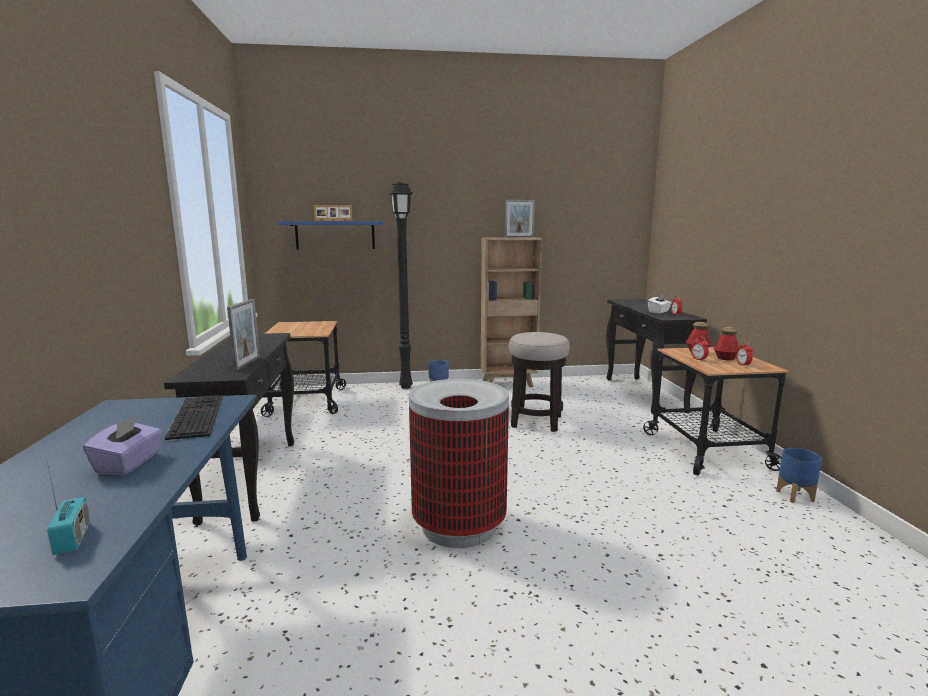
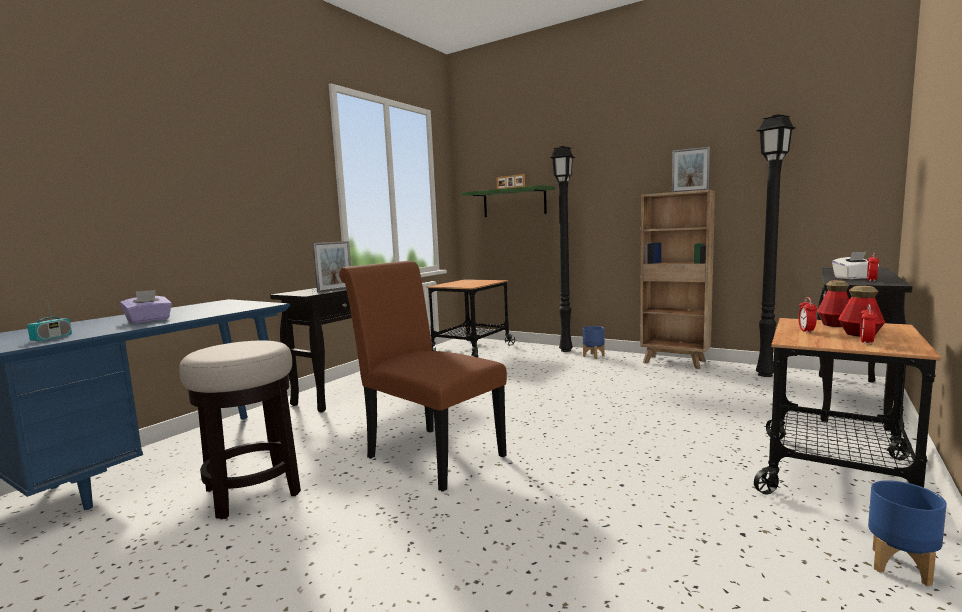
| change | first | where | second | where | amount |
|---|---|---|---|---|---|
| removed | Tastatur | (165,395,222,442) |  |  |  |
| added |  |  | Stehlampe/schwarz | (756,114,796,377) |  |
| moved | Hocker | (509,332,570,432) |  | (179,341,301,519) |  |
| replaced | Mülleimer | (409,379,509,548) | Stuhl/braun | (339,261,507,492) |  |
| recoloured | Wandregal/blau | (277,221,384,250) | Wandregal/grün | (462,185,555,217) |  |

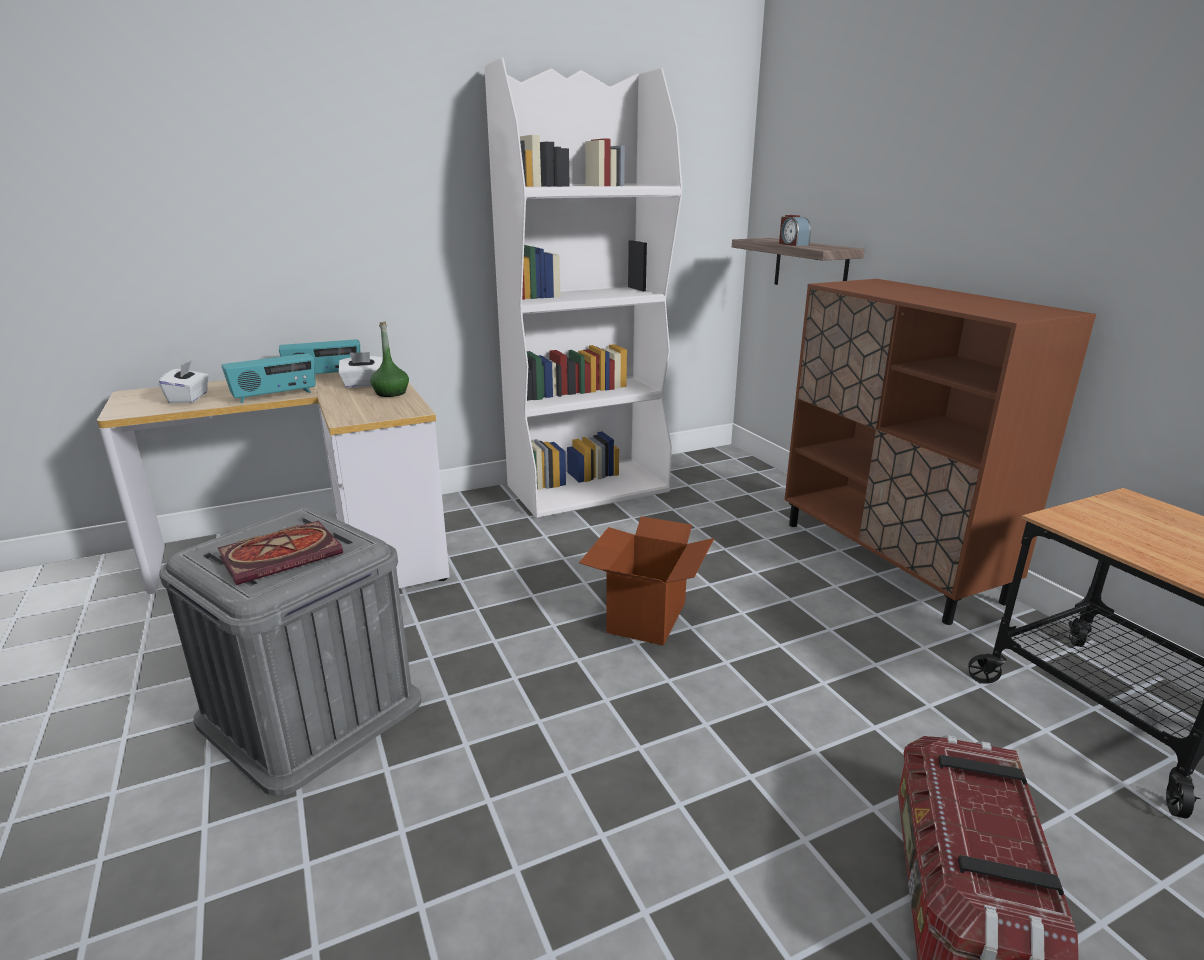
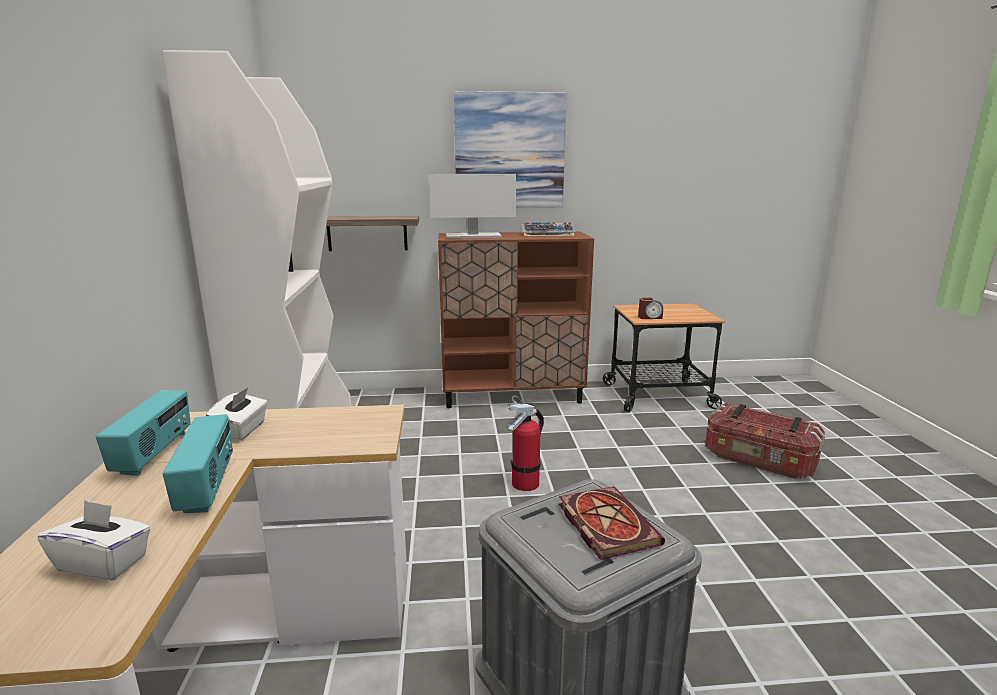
| change | first | where | second | where | amount |
|---|---|---|---|---|---|
| removed | Flasche/grün | (370,322,409,397) |  |  |  |
| added |  |  | Monitor | (429,174,516,239) |  |
| added |  |  | Bild | (454,91,567,208) |  |
| added |  |  | Tastatur | (522,222,575,236) |  |
| moved | Wecker | (779,215,811,246) |  | (638,298,663,319) |  |
| replaced | Karton | (579,516,714,646) | Feuerlöscher | (507,396,544,491) |  |

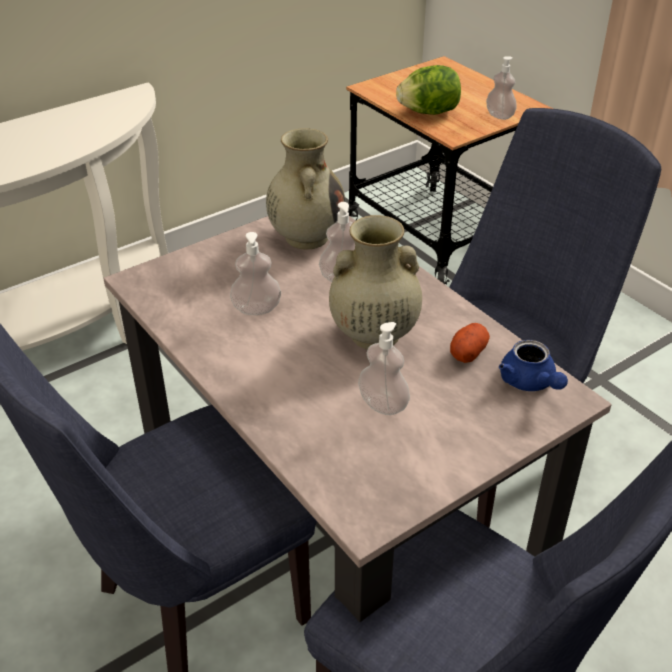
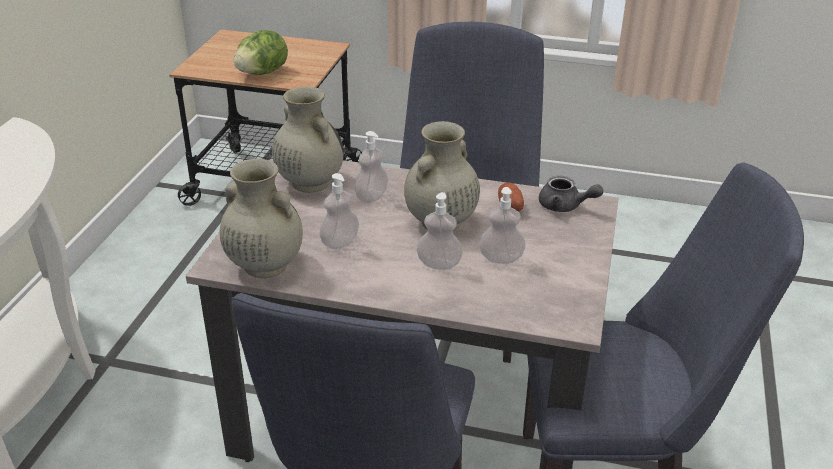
| change | first | where | second | where | amount |
|---|---|---|---|---|---|
| added |  |  | Vase/beige | (220,159,303,278) |  |
| moved | Seifenspender | (486,56,517,120) |  | (417,192,463,270) |  |
| recoloured | Teekanne/blau | (499,340,568,391) | Teekanne/grau | (539,176,603,212) |  |

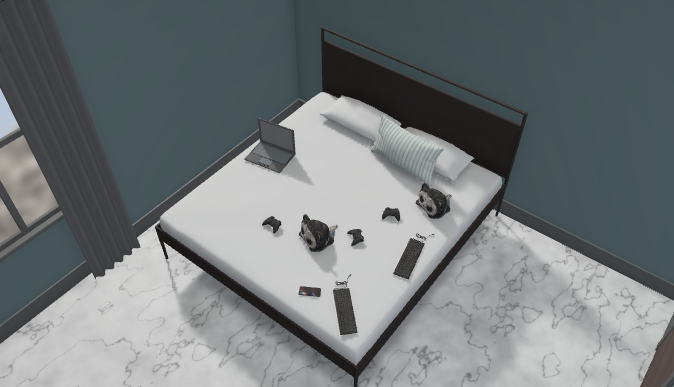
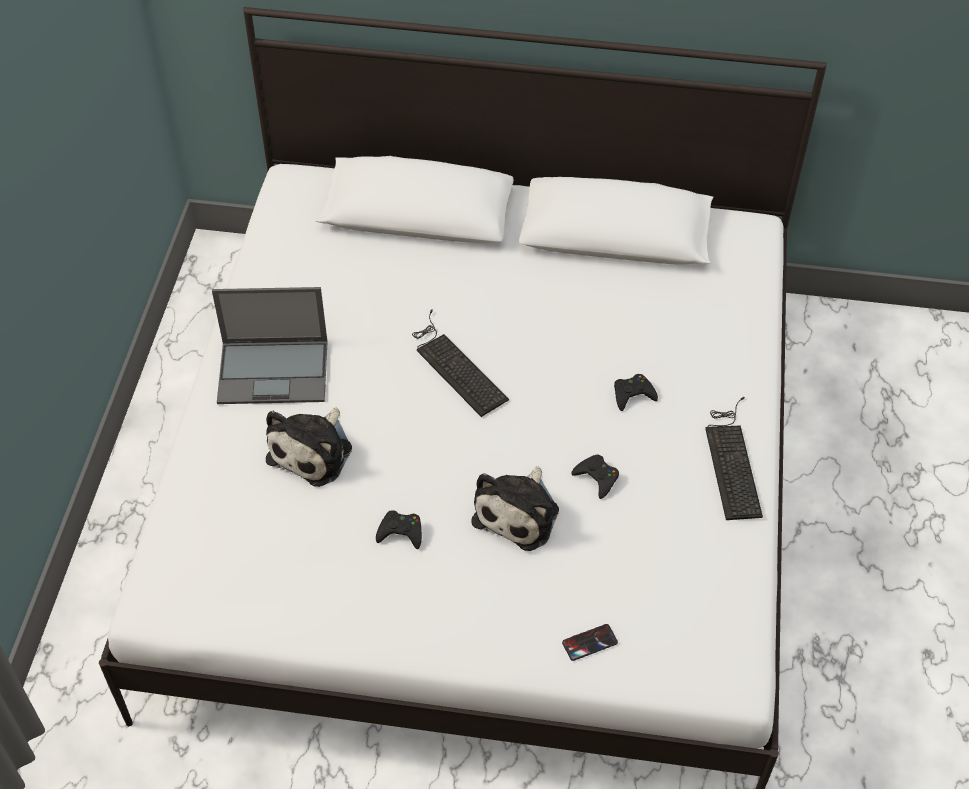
| change | first | where | second | where | amount |
|---|---|---|---|---|---|
| removed | Kissen | (371,115,443,186) |  |  |  |
| moved | Tastatur | (333,274,358,335) |  | (412,309,509,417) |  |
| moved | Plüschtier | (416,183,451,219) |  | (266,407,352,487) |  |

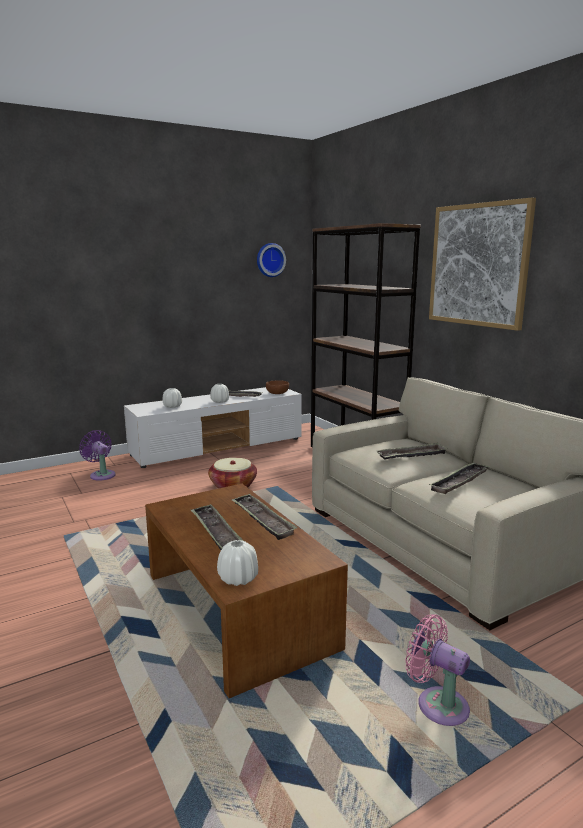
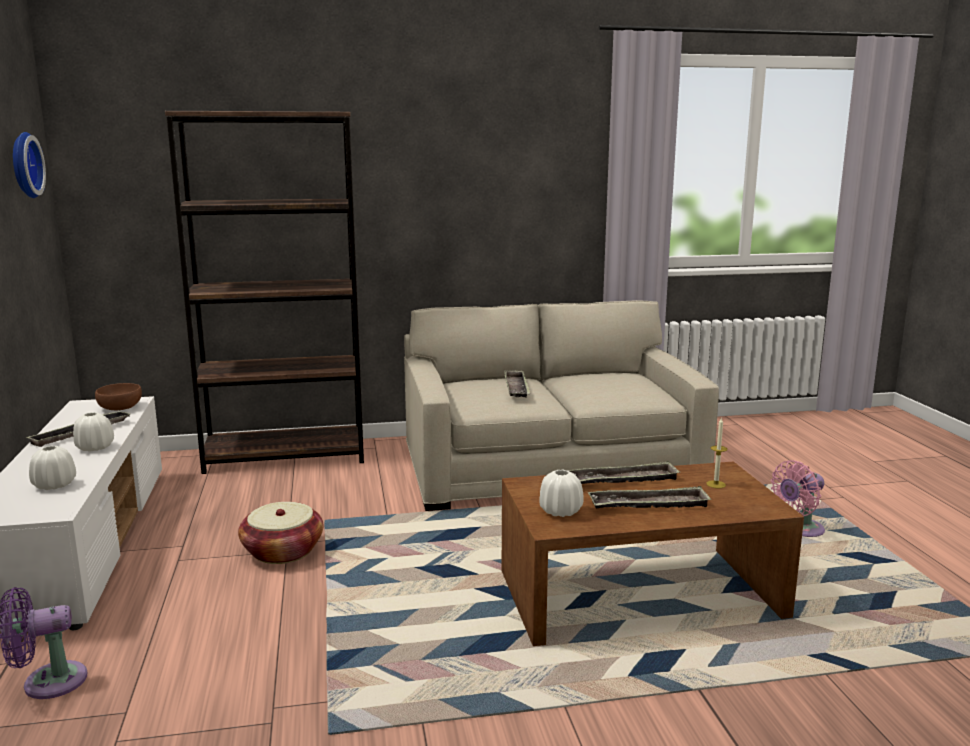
| change | first | where | second | where | amount |
|---|---|---|---|---|---|
| removed | Bild | (429,198,536,331) |  |  |  |
| removed | Tablett | (429,462,490,494) |  |  |  |
| added |  |  | Kerze | (706,417,727,488) |  |
| moved | Vase/weiß | (217,540,258,586) |  | (540,470,584,517) |  |

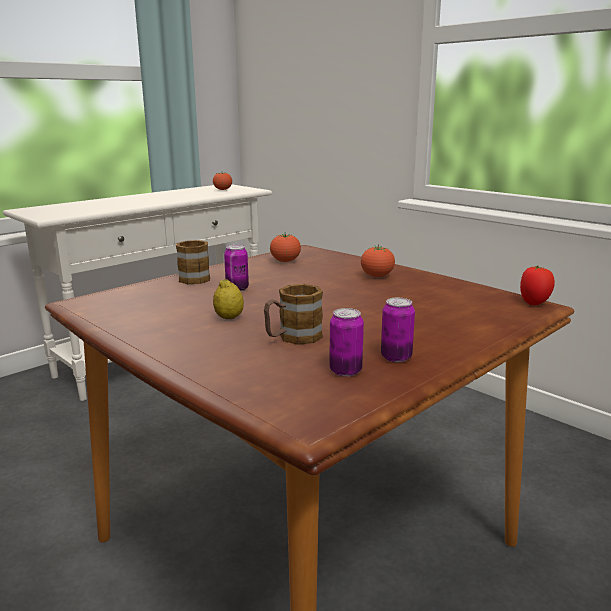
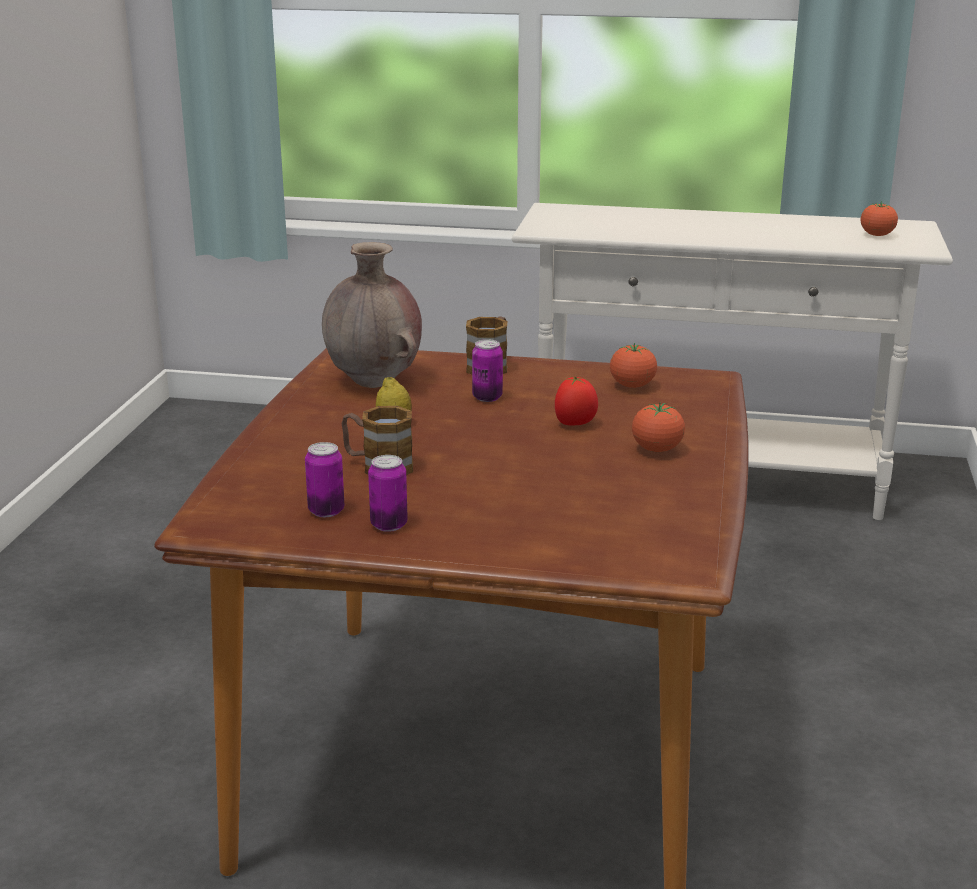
| change | first | where | second | where | amount |
|---|---|---|---|---|---|
| added |  |  | Vase/braun | (322,242,422,388) |  |
| moved | Tomate | (520,265,555,305) |  | (555,376,598,425) |  |

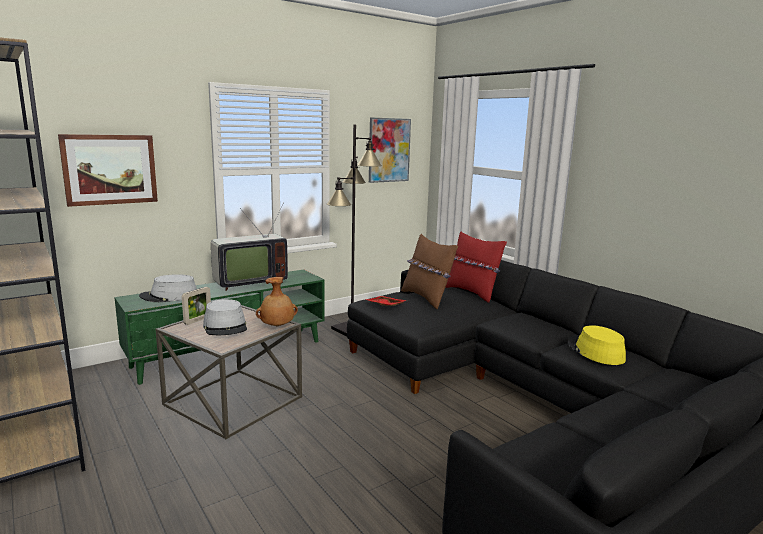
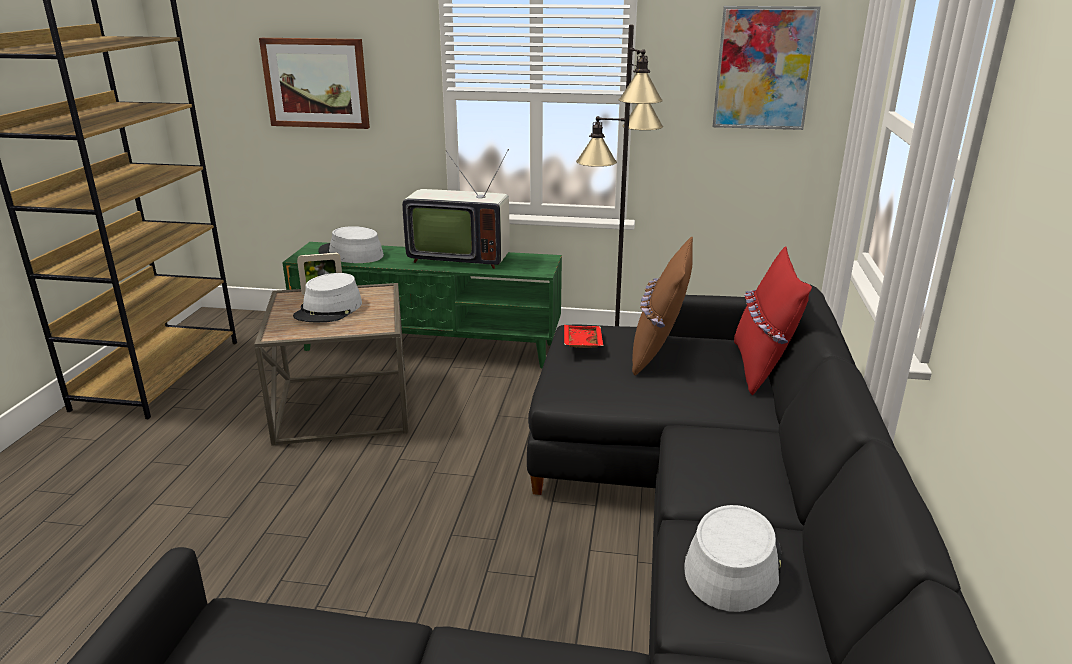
| change | first | where | second | where | amount |
|---|---|---|---|---|---|
| removed | Vase/braun | (256,277,298,326) |  |  |  |
| recoloured | Hut/gelb | (568,325,626,365) | Hut/grau | (684,505,781,612) |  |

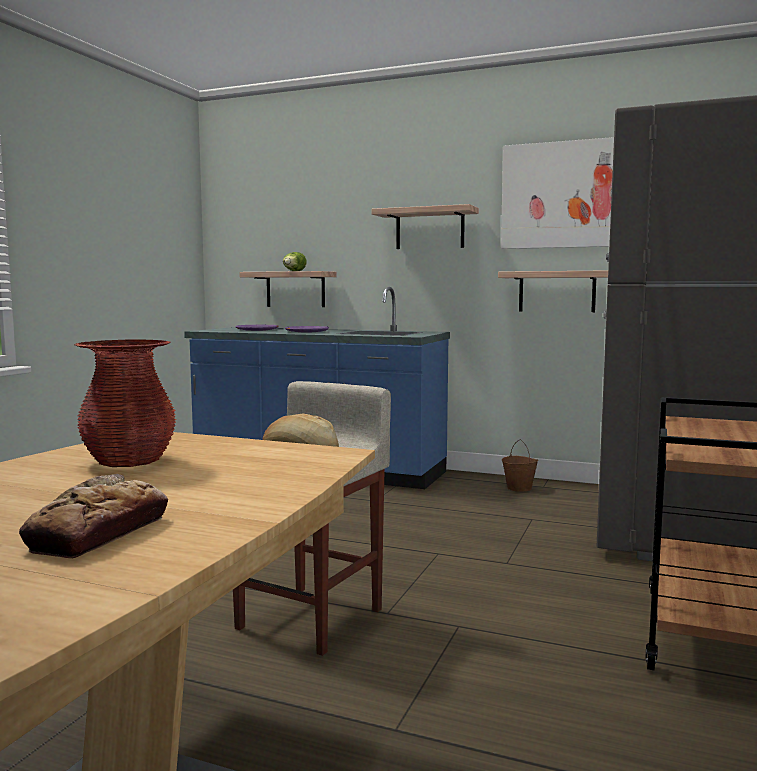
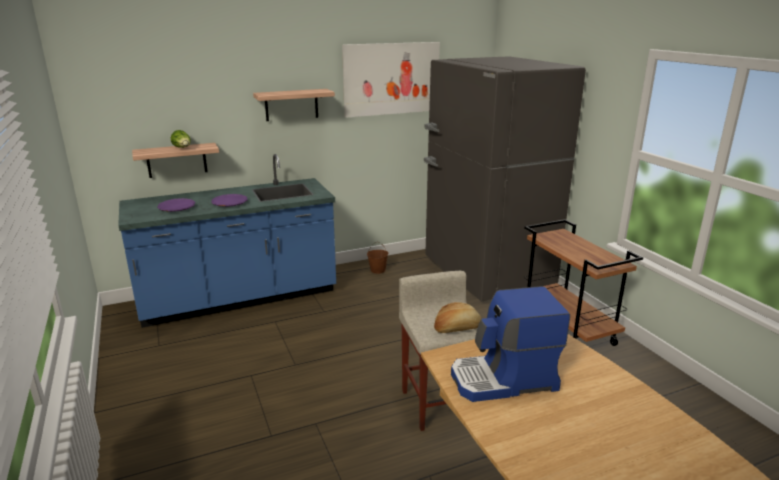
| change | first | where | second | where | amount |
|---|---|---|---|---|---|
| removed | Brot | (19,474,168,559) |  |  |  |
| removed | Wandregal | (498,270,608,312) |  |  |  |
| replaced | Vase/rot | (74,340,176,467) | Kaffeemaschine | (451,286,570,402) |  |

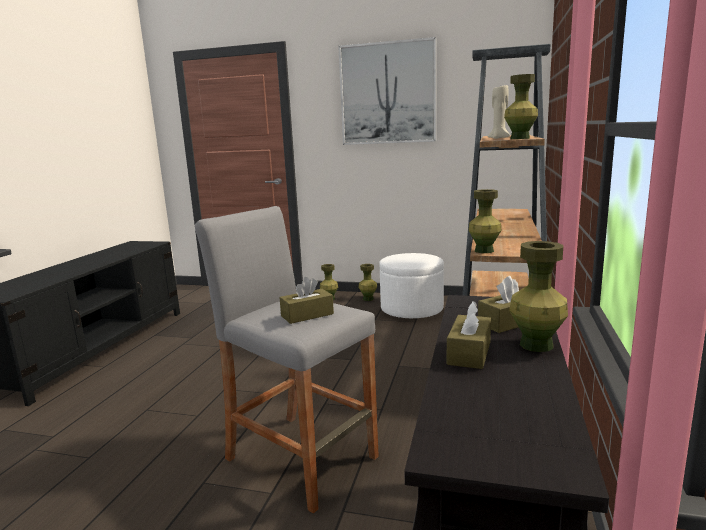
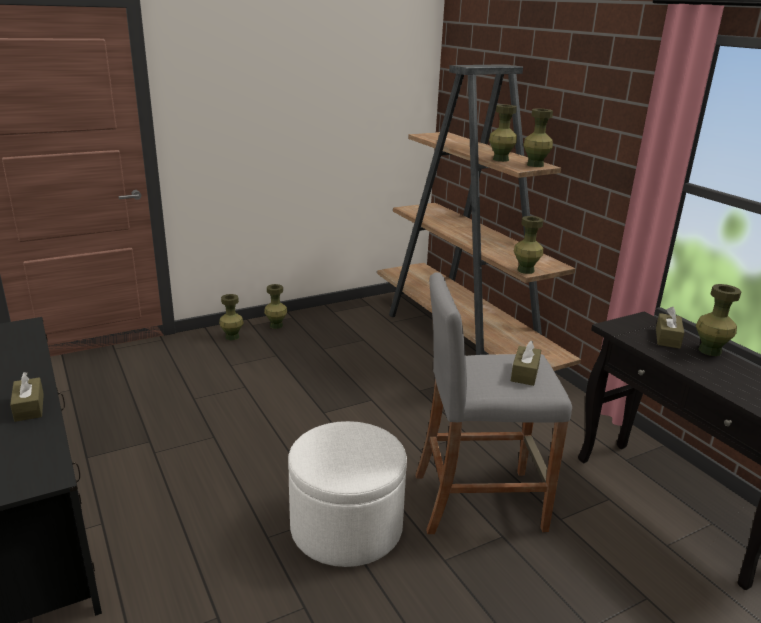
| change | first | where | second | where | amount |
|---|---|---|---|---|---|
| removed | Bild | (338,37,436,145) |  |  |  |
| moved | Polsterhocker/weiß | (379,253,444,318) |  | (288,421,407,567) |  |
| moved | Taschentuchbox/braun | (447,301,491,369) |  | (10,372,44,422) |  |
| replaced | Kerze/beige | (488,85,510,139) | Vase/grün | (489,104,517,162) |  |

